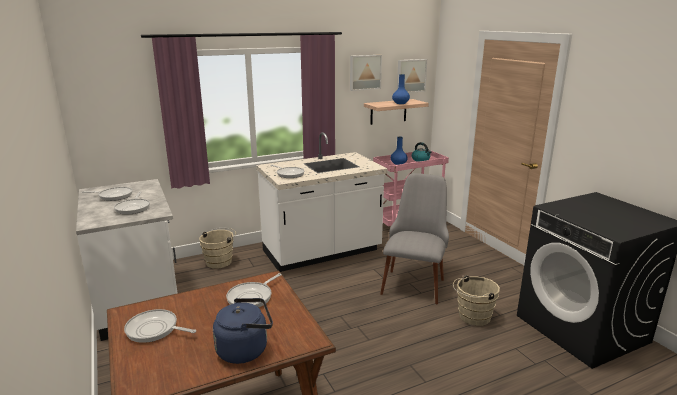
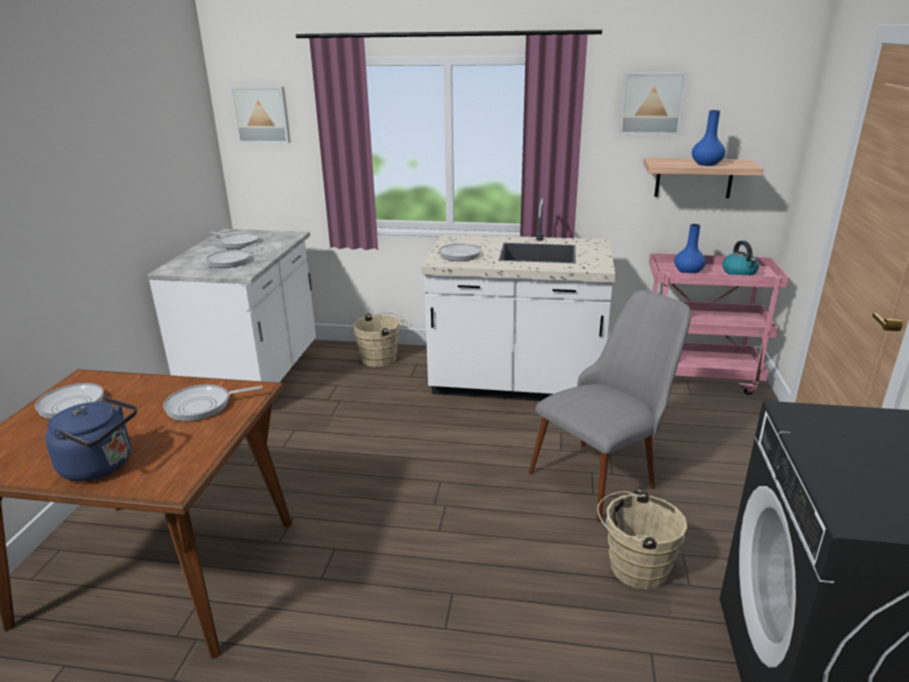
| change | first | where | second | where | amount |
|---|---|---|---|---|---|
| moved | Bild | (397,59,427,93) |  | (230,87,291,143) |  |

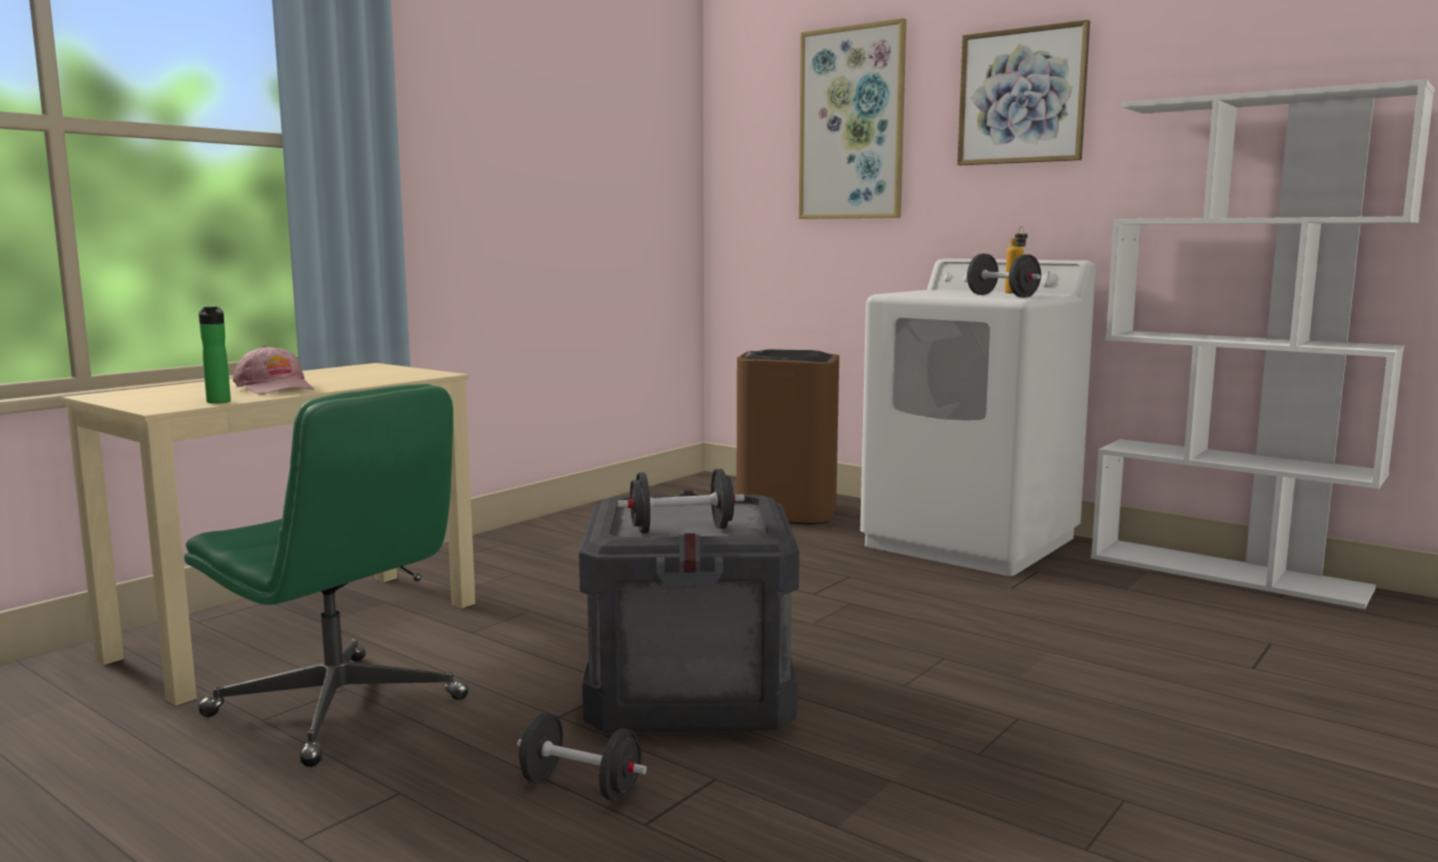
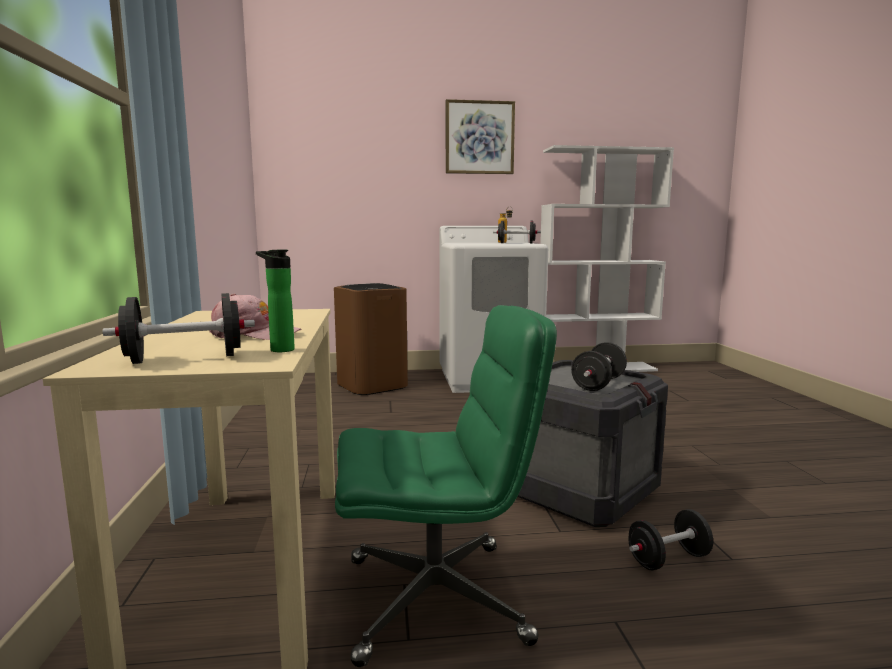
| change | first | where | second | where | amount |
|---|---|---|---|---|---|
| removed | Bild | (799,18,906,219) |  |  |  |
| added |  |  | Hantel/schwarz | (103,293,255,364) |  |

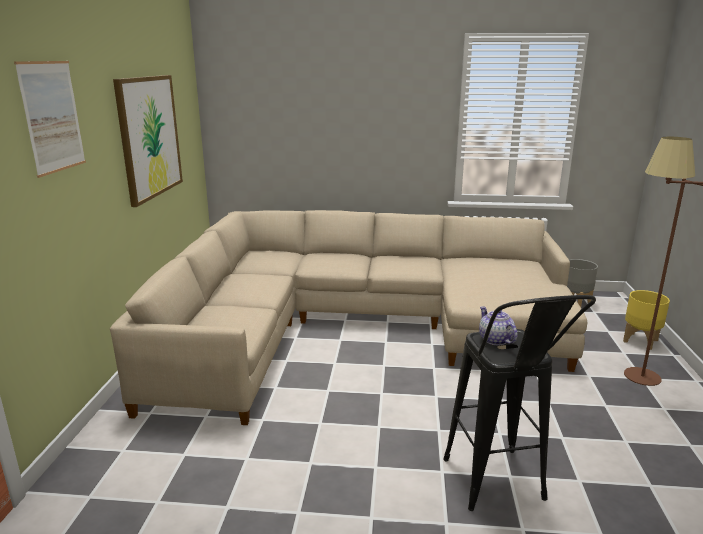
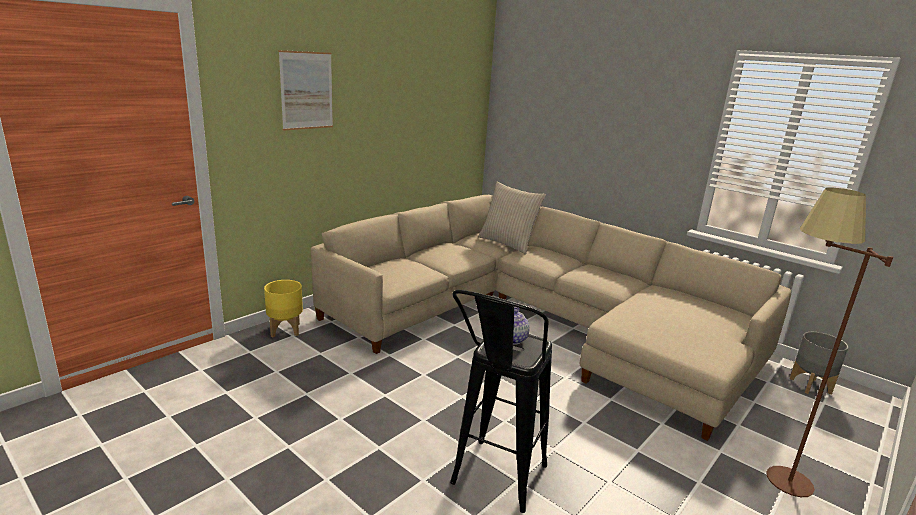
| change | first | where | second | where | amount |
|---|---|---|---|---|---|
| removed | Bild | (113,75,183,207) |  |  |  |
| added |  |  | Kissen/beige | (478,182,546,255) |  |
| moved | Pflanzkübel/gelb | (623,290,670,350) |  | (264,280,303,338) |  |

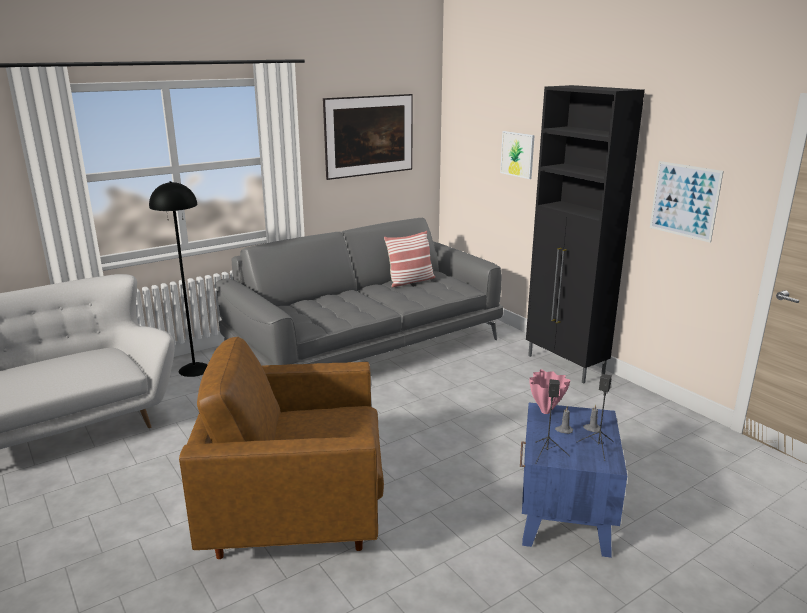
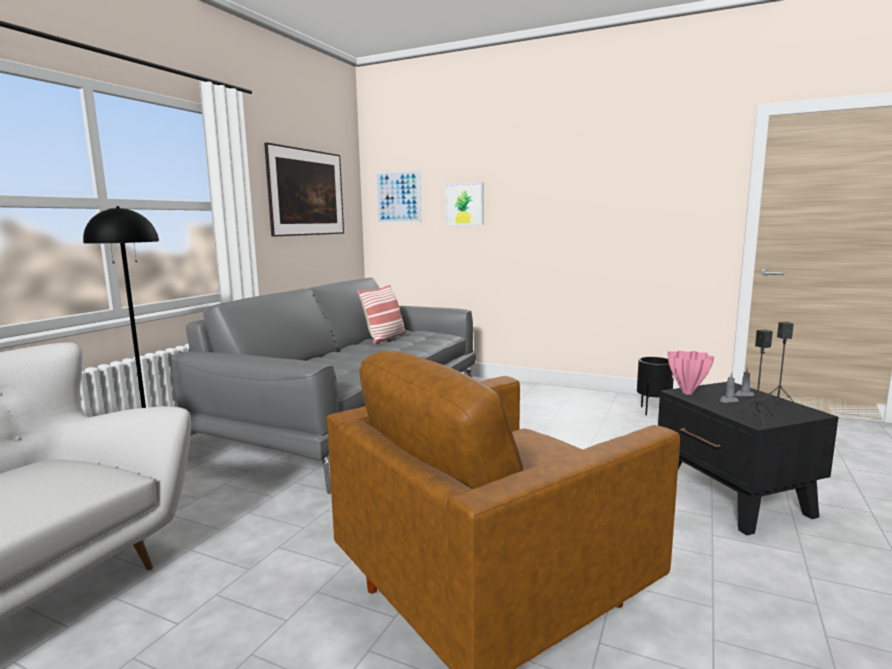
| change | first | where | second | where | amount |
|---|---|---|---|---|---|
| removed | Schrank/schwarz | (526,85,645,383) |  |  |  |
| added |  |  | Pflanzkübel/schwarz | (637,357,674,416) |  |
| moved | Bild | (650,161,724,243) |  | (376,170,421,223) |  |
| recoloured | Beistelltisch/blau | (520,403,627,558) | Beistelltisch/schwarz | (658,382,838,535) |  |

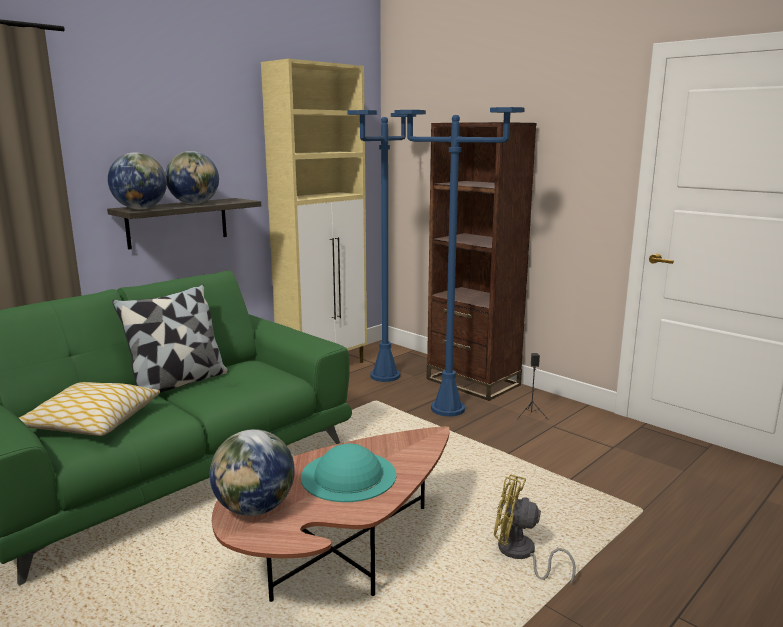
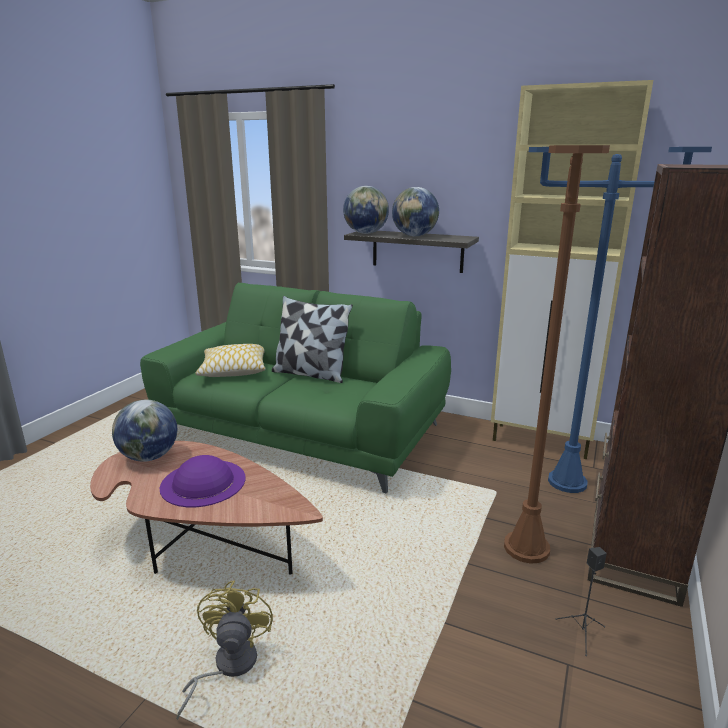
| change | first | where | second | where | amount |
|---|---|---|---|---|---|
| recoloured | Hut/türkis | (301,444,396,502) | Hut/lila | (160,455,245,507) |  |
| recoloured | Stehlampe/blau | (394,107,525,416) | Stehlampe/braun | (504,145,610,564) |  |

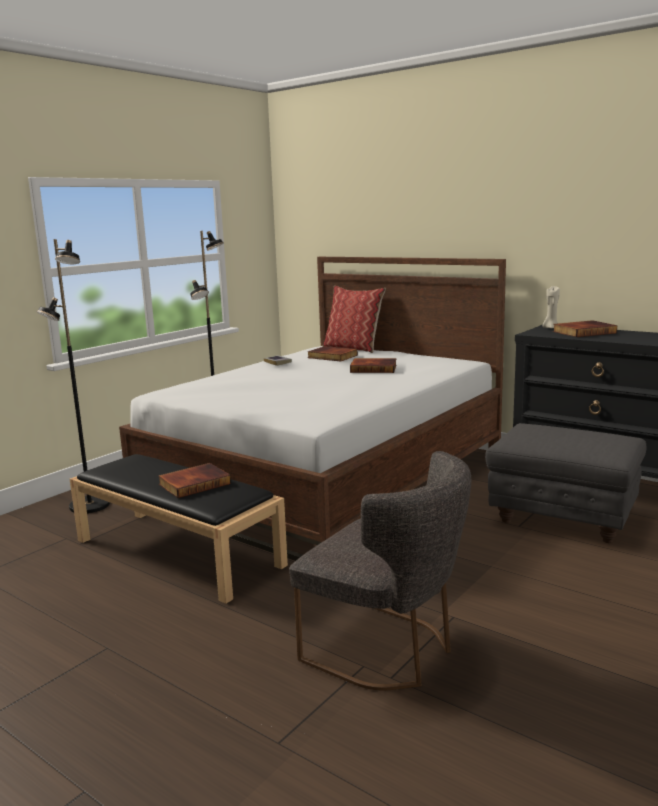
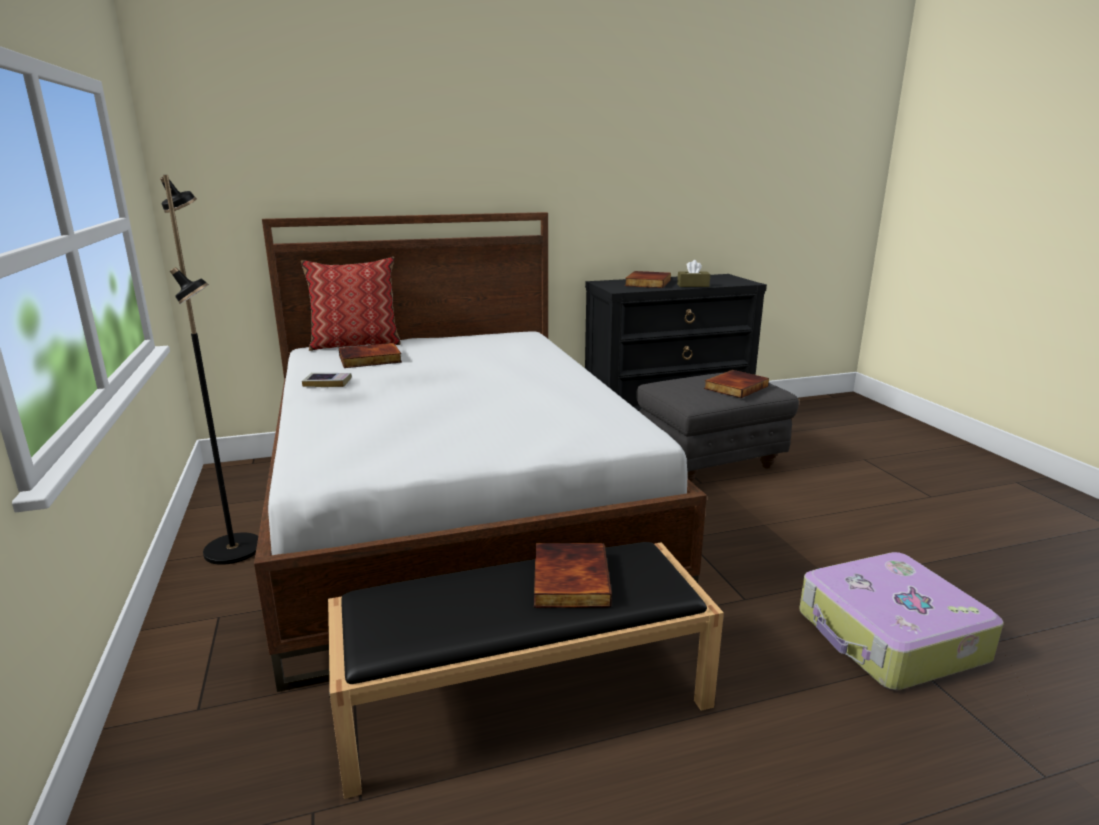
| change | first | where | second | where | amount |
|---|---|---|---|---|---|
| removed | Stehlampe/schwarz | (37,239,110,513) |  |  |  |
| removed | Kerze/beige | (543,286,560,328) |  |  |  |
| added |  |  | Taschentuchbox/braun | (677,260,710,287) |  |
| moved | Buch | (350,358,396,373) |  | (704,370,769,398) |  |
| replaced | Stuhl/grau | (289,451,471,691) | Koffer | (799,552,1004,690) |  |

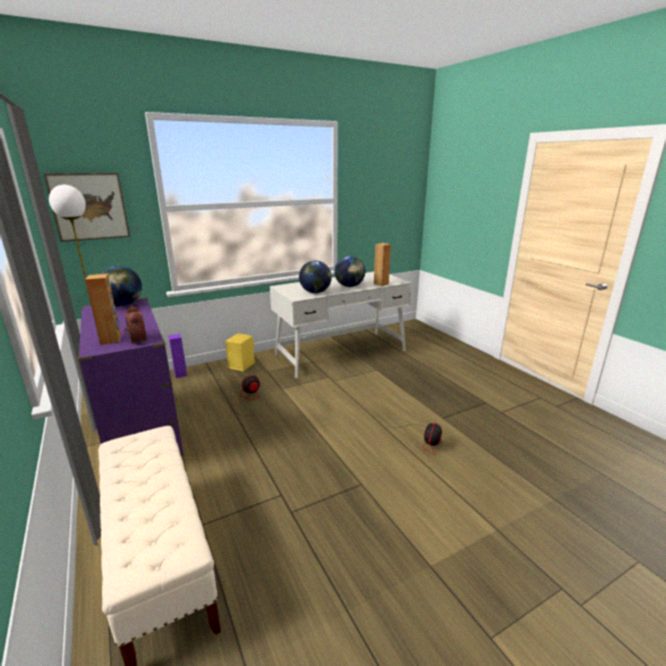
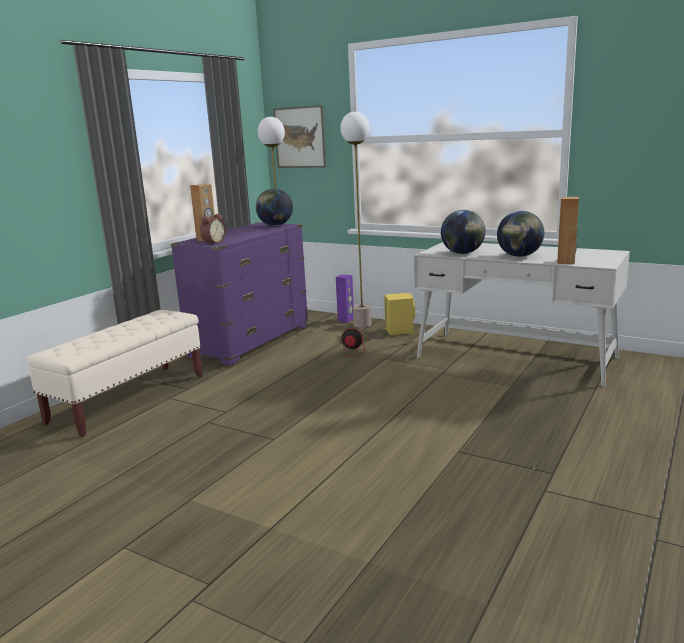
| change | first | where | second | where | amount |
|---|---|---|---|---|---|
| removed | Ventilator | (387,423,442,455) |  |  |  |
| added |  |  | Stehlampe | (340,112,371,328) |  |

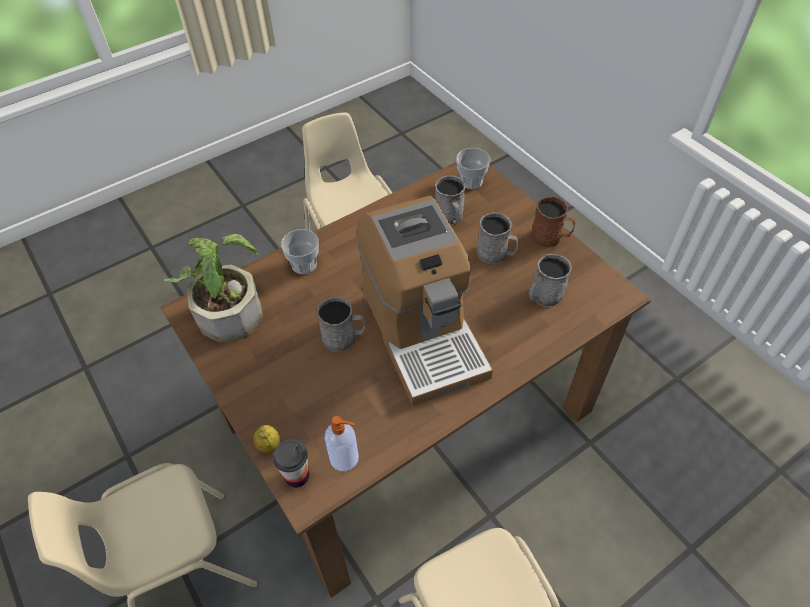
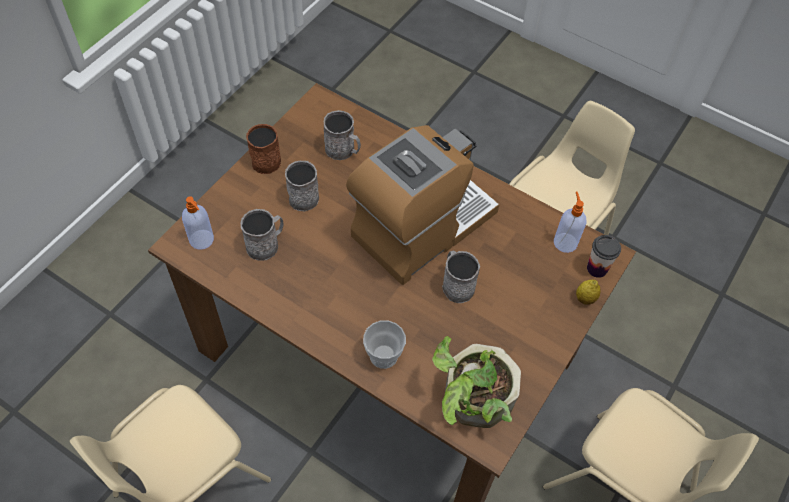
| change | first | where | second | where | amount |
|---|---|---|---|---|---|
| replaced | Tasse | (456,148,491,189) | Seifenspender | (182,196,214,250) |  |

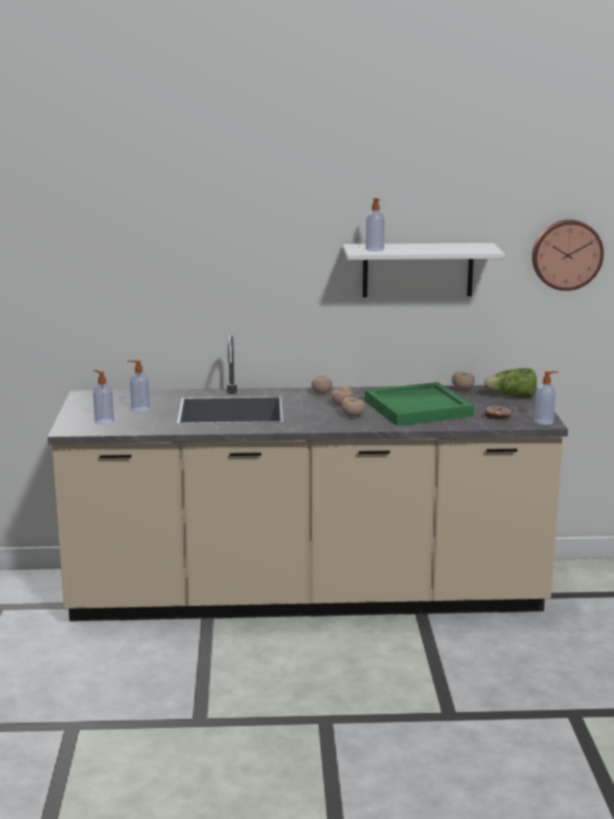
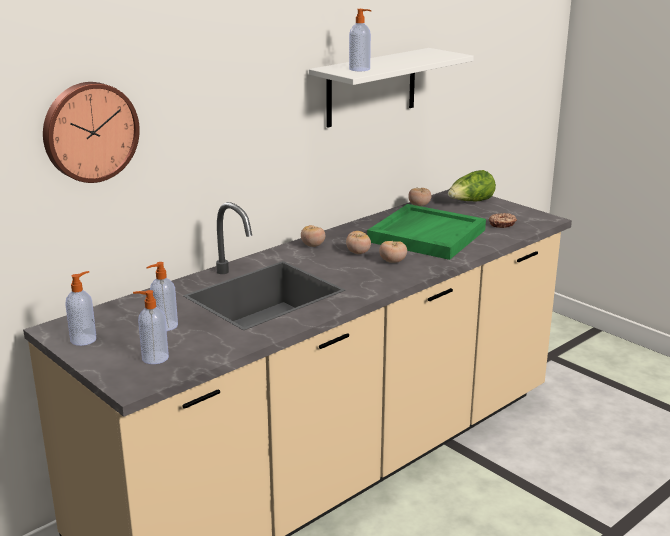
| change | first | where | second | where | amount |
|---|---|---|---|---|---|
| moved | Wanduhr | (532,220,604,291) |  | (43,82,140,183) |  |
| moved | Seifenspender | (534,371,559,425) |  | (65,271,96,346) |  |

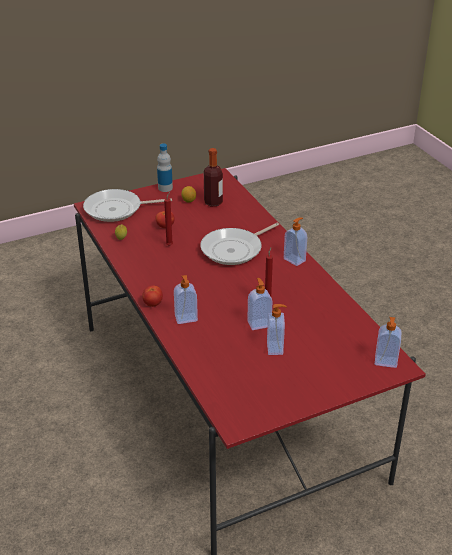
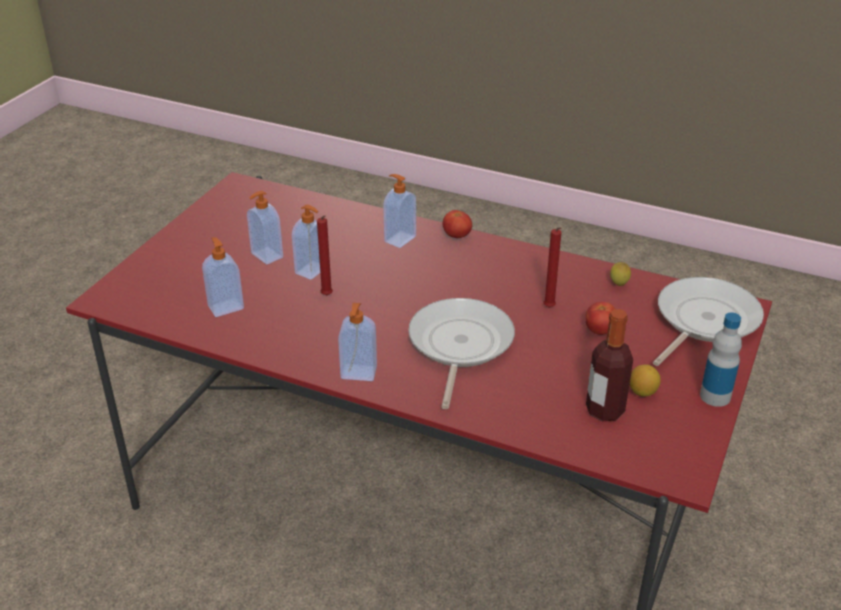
| change | first | where | second | where | amount |
|---|---|---|---|---|---|
| moved | Seifenspender | (375,317,402,368) |  | (202,237,244,317) |  |

